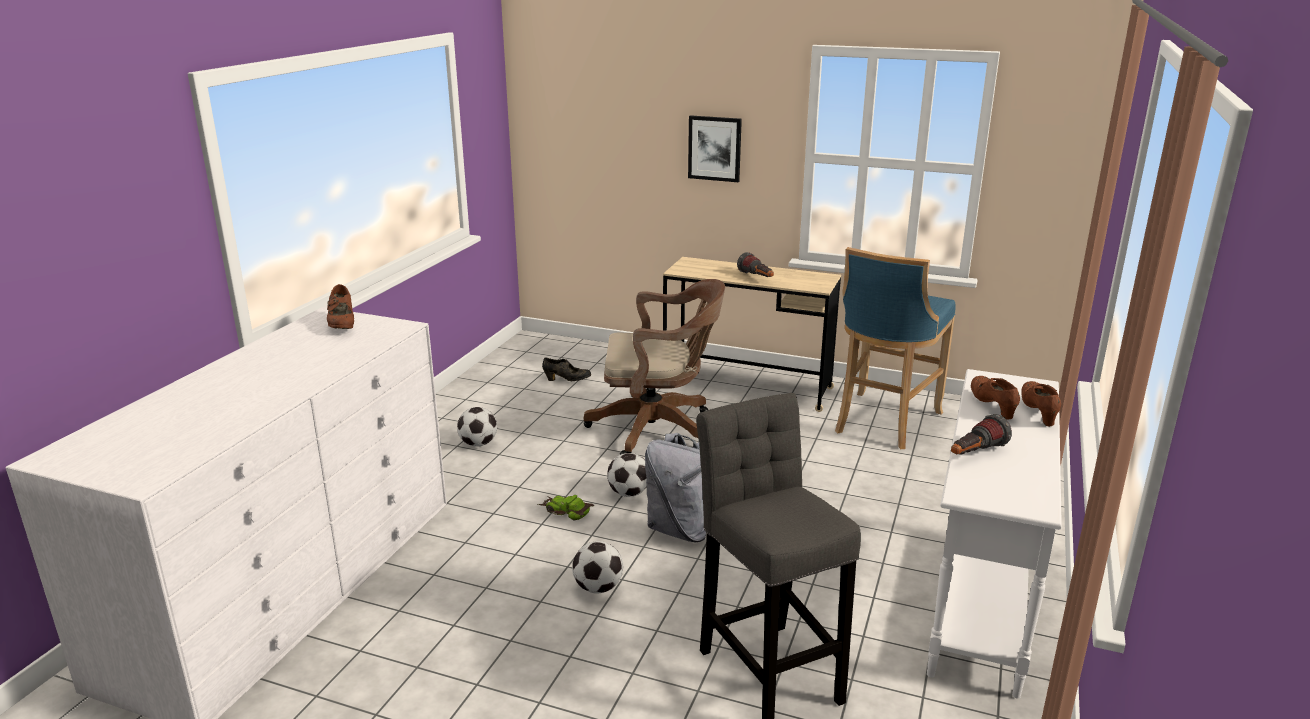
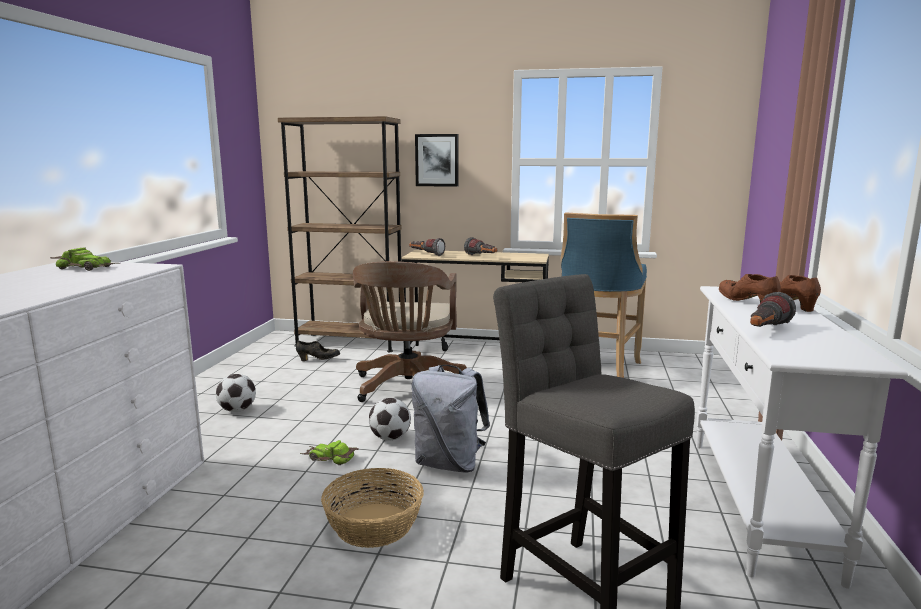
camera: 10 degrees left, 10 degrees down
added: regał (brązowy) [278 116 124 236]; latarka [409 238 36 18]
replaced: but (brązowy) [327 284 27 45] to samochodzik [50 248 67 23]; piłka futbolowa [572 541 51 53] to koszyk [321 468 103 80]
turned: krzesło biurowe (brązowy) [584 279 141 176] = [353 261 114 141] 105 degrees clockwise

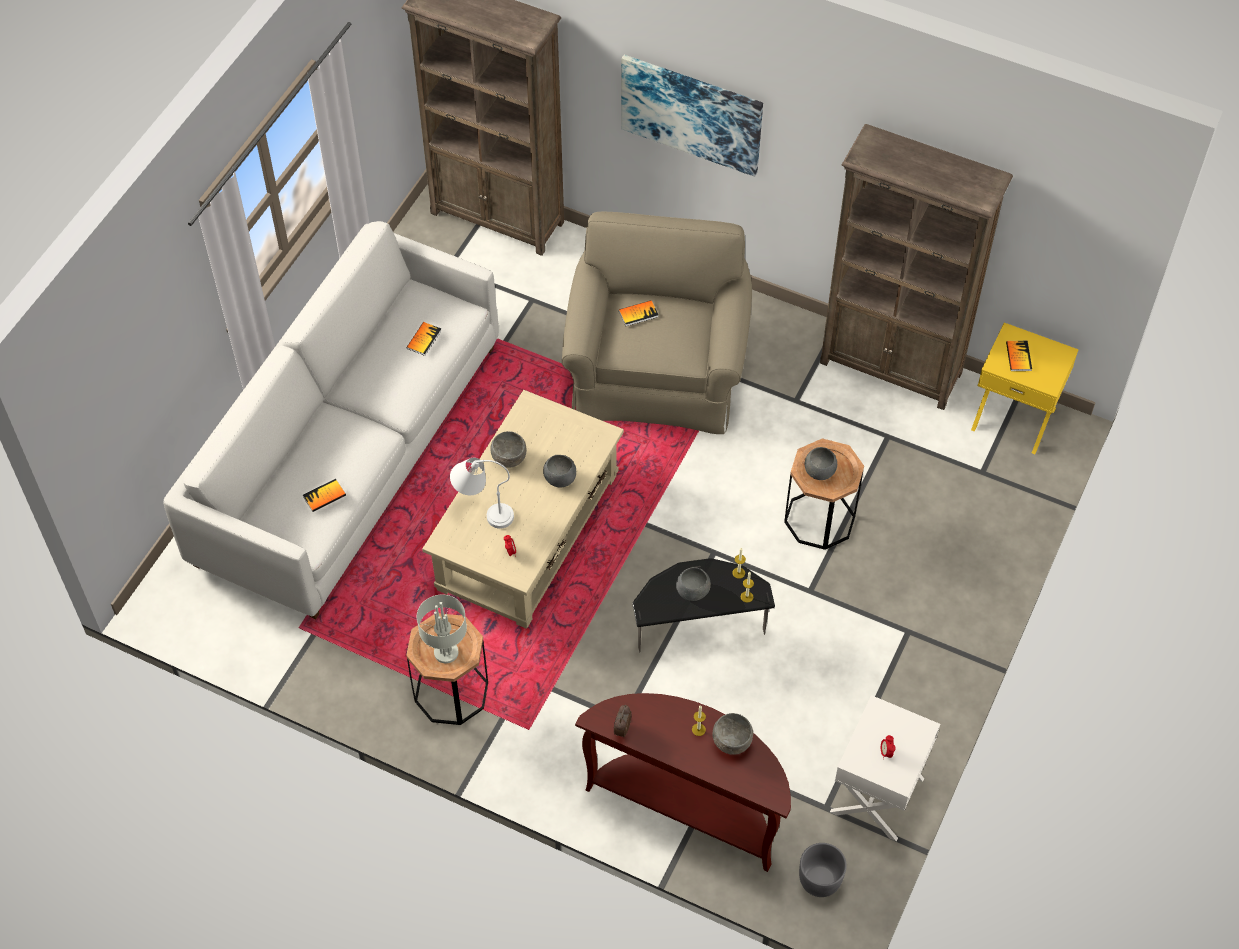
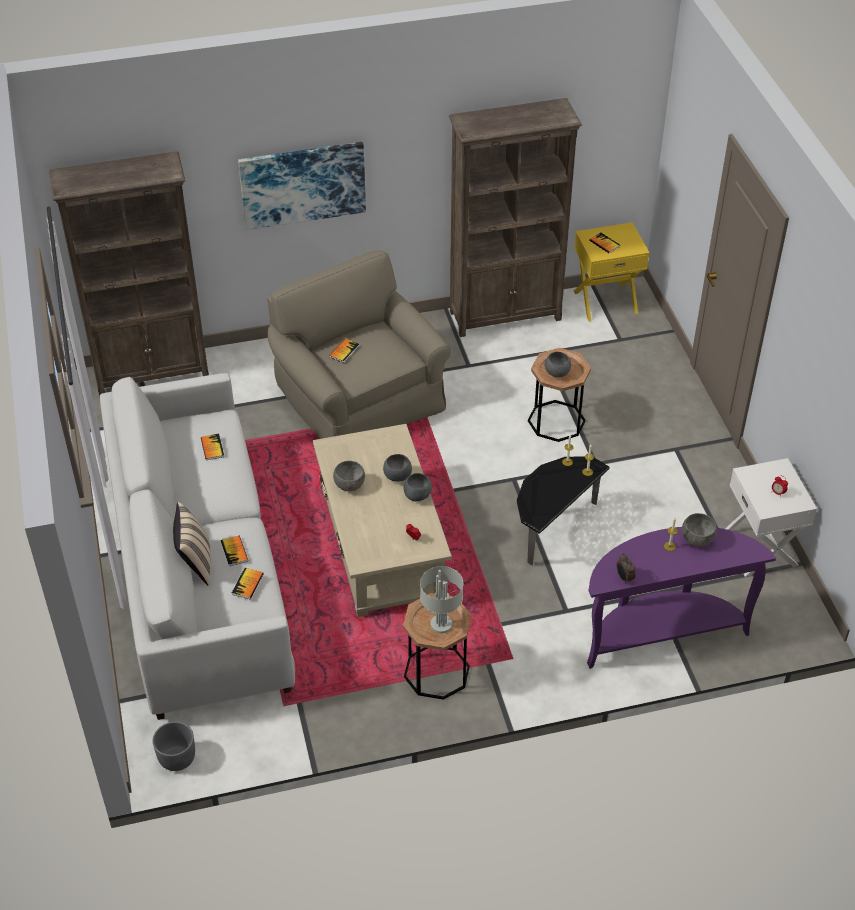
camera: 40 degrees left, 10 degrees down
removed: lampa stołowa (biały) [450 458 64 71]
added: poduszka (beżowy) [173 502 38 84]; książka [221 536 27 30]
moved: miska (szary) [676 567 35 34] to [403 473 29 29]; donica (szary) [799 843 48 54] to [152 721 43 50]
recoloured: stolik konsolowy (brązowy) [575 693 216 179] to stolik konsolowy (fioletowy) [587 527 189 142]

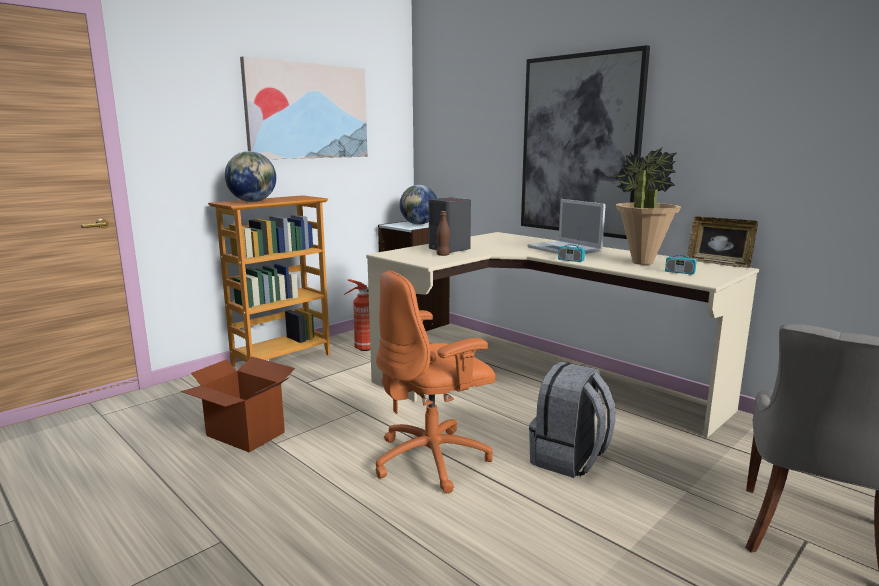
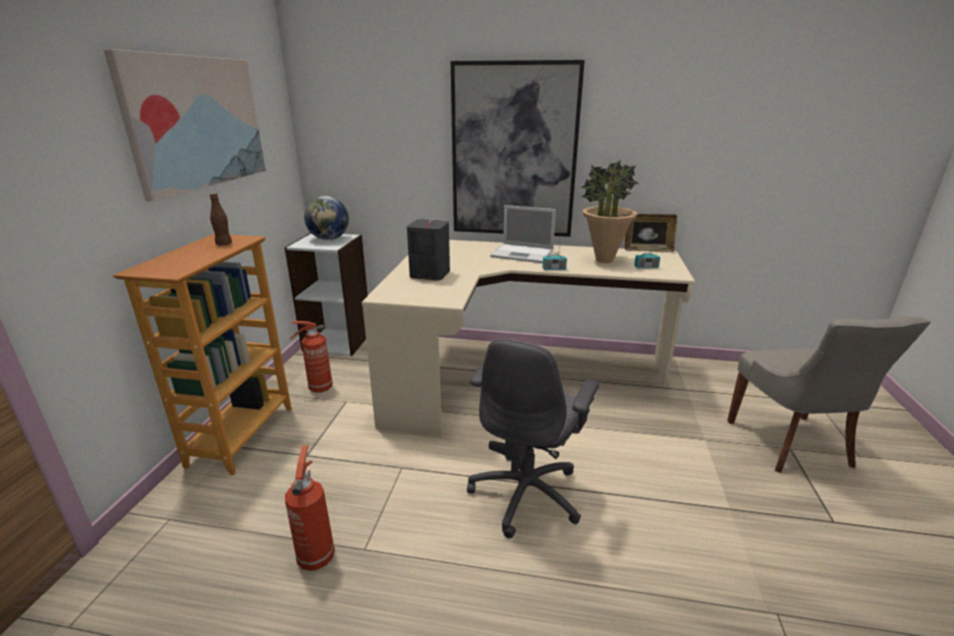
camera: 35 degrees left, 10 degrees up
removed: globus [225 151 51 51]; plecak (szary) [529 362 86 116]
moved: butelka (brązowy) [437 211 13 45] to [210 193 22 52]
replaced: karton [180 357 115 95] to gaśnica [285 445 50 126]
recoloured: krzesło biurowe (pomarańczowy) [376 270 119 224] to krzesło biurowe (szary) [467 339 132 199]

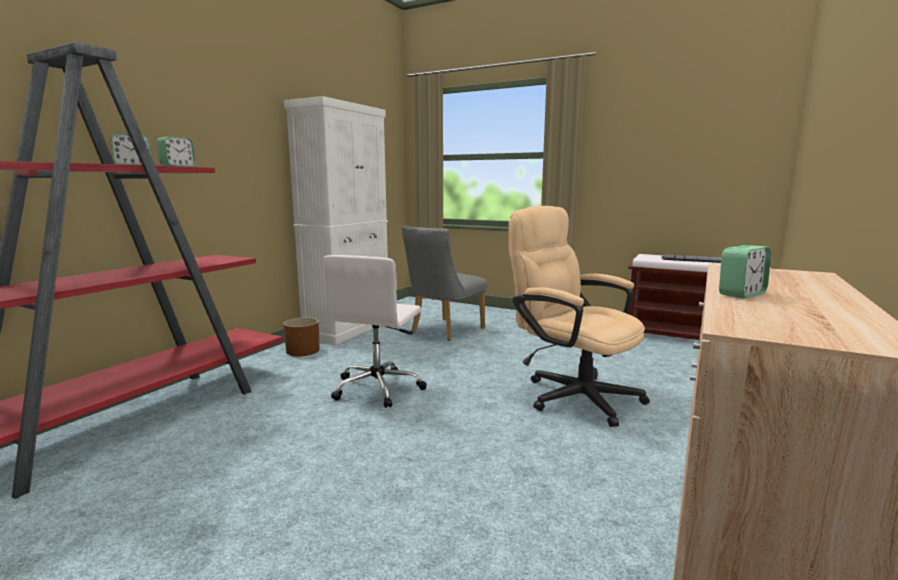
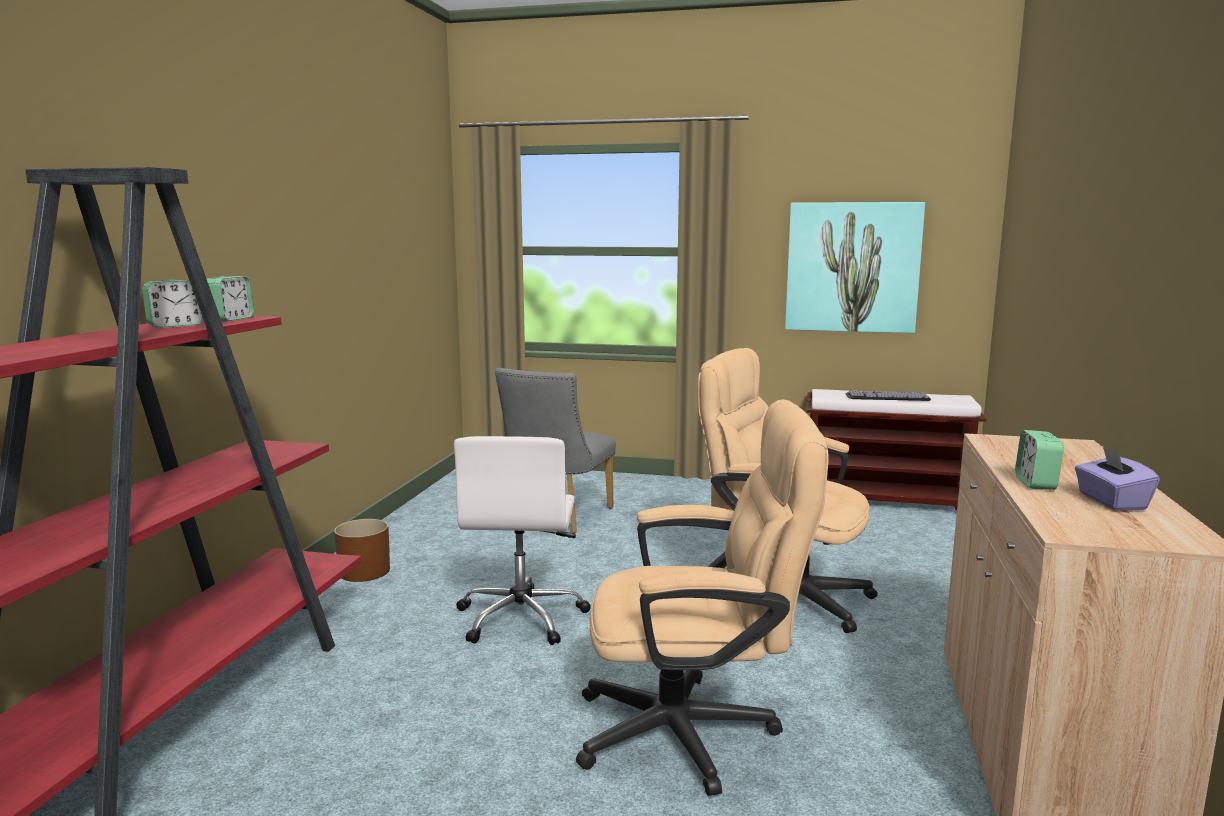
camera: 15 degrees left, 0 degrees up
removed: szafka (biały) [284 96 104 249]
added: obraz [785 202 140 131]; krzesło biurowe (beżowy) [576 399 253 397]; pudełko chusteczek (fioletowy) [1075 446 85 64]
turned: budzik [719 245 52 54] = [1015 430 49 60] 150 degrees clockwise

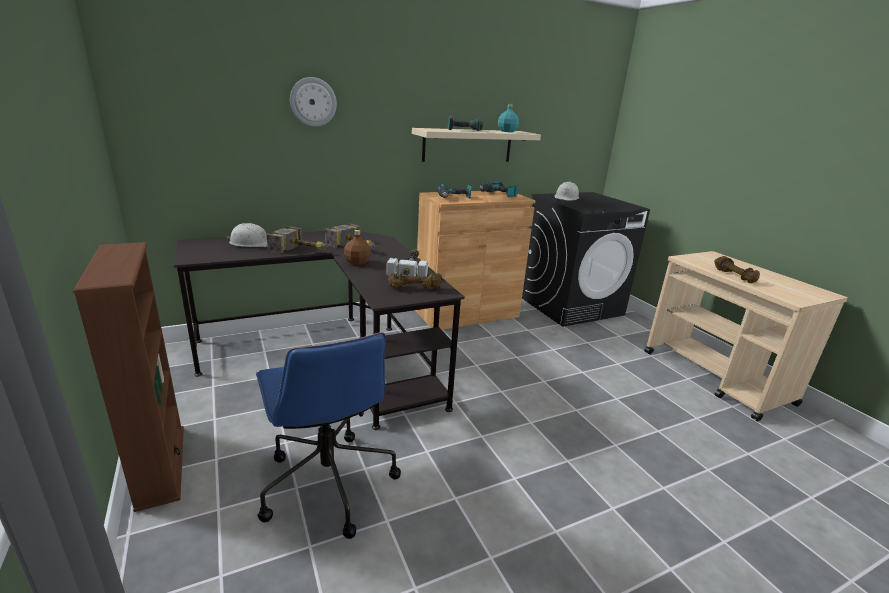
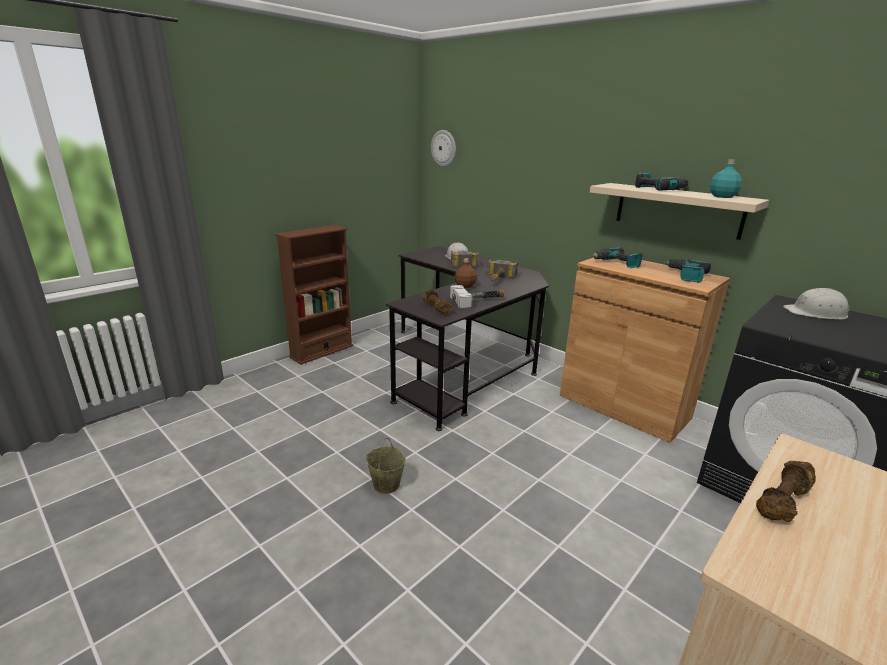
camera: 70 degrees right, 0 degrees up
removed: krzesło biurowe (niebieski) [256 332 145 207]
added: wiadro (beżowy) [366 438 40 56]
moved: zegar ścienny [290 77 47 50] to [431 130 25 37]

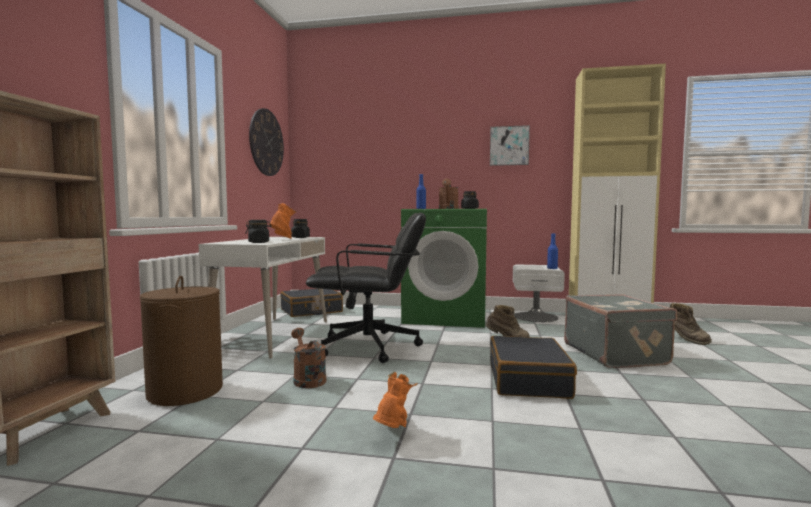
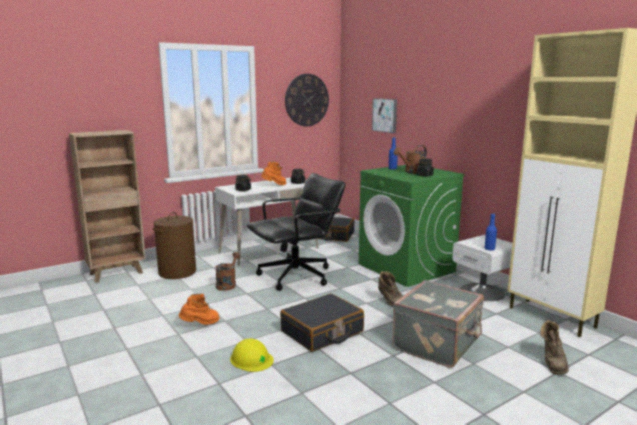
camera: 45 degrees right, 10 degrees up
added: kask (żółty) [230 338 44 34]
moved: obraz [490 125 40 41] to [372 98 25 35]
turned: krzesło biurowe (czarny) [306 213 120 150] = [247 173 99 118] 75 degrees counterclockwise

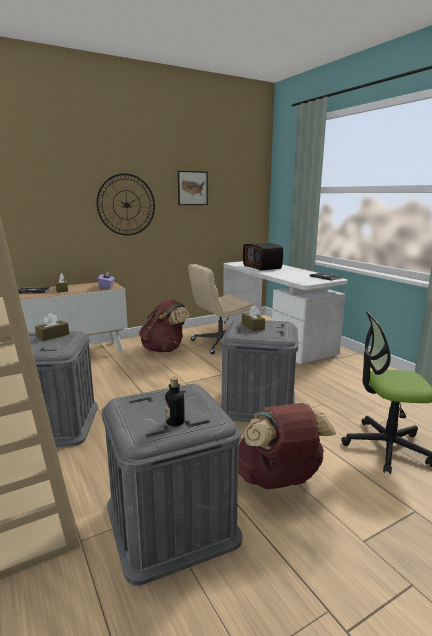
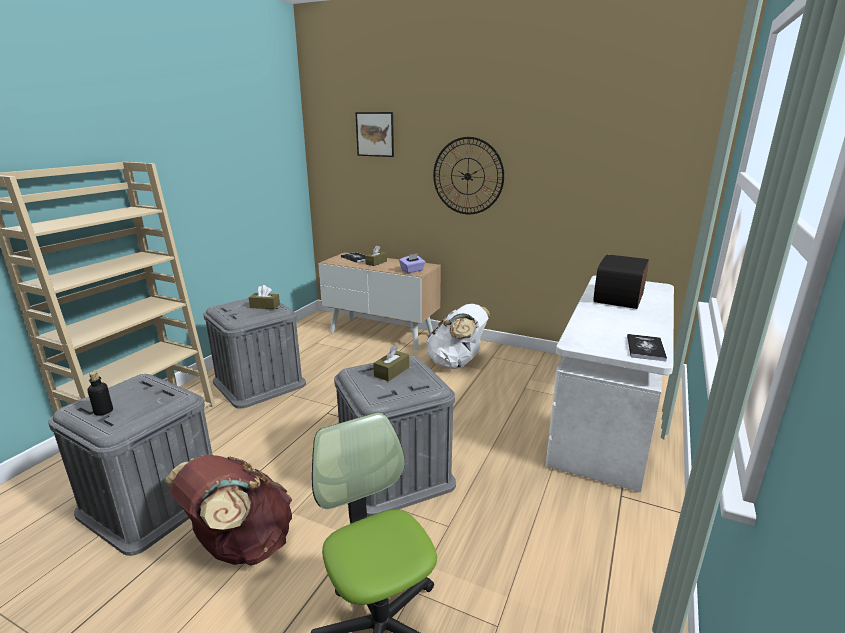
camera: 55 degrees right, 5 degrees up
removed: krzesło biurowe (beżowy) [188 264 65 90]
moved: obraz [178 171 30 34] to [355 112 39 45]
recoloured: plecak (brązowy) [139 299 51 53] to plecak (biały) [426 304 64 65]

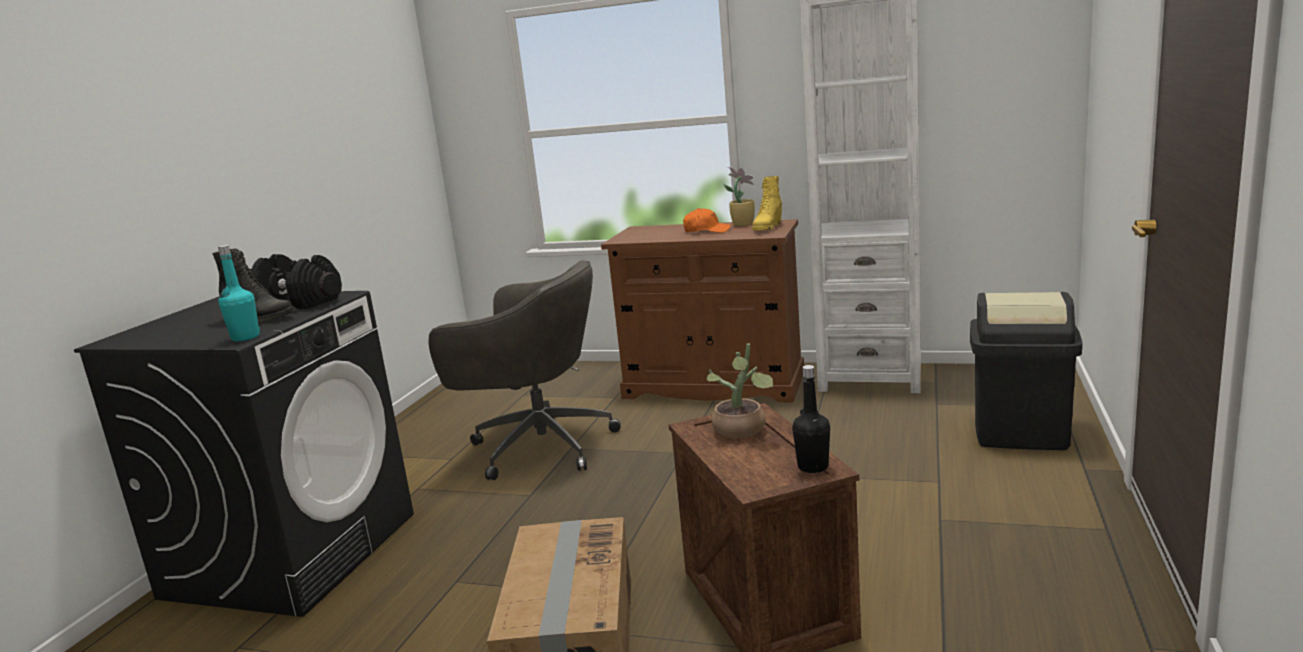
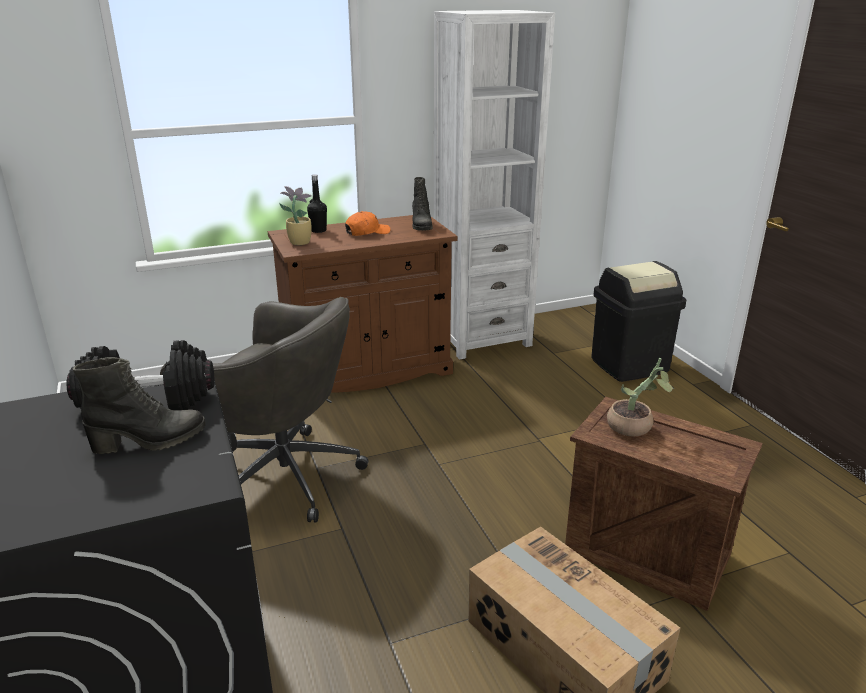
camera: 40 degrees left, 10 degrees up
removed: butelka (turkusowy) [218 245 42 96]
moved: roślina doniczkowa [723 167 32 59] to [279 186 33 59]; butelka (czarny) [792 365 38 108] to [307 174 20 59]
recoloured: but z cholewką (żółty) [752 176 30 55] to but z cholewką (czarny) [412 177 21 54]
turned: krzesło biurowe (szary) [428 261 193 219] = [160 297 208 226] 45 degrees clockwise

